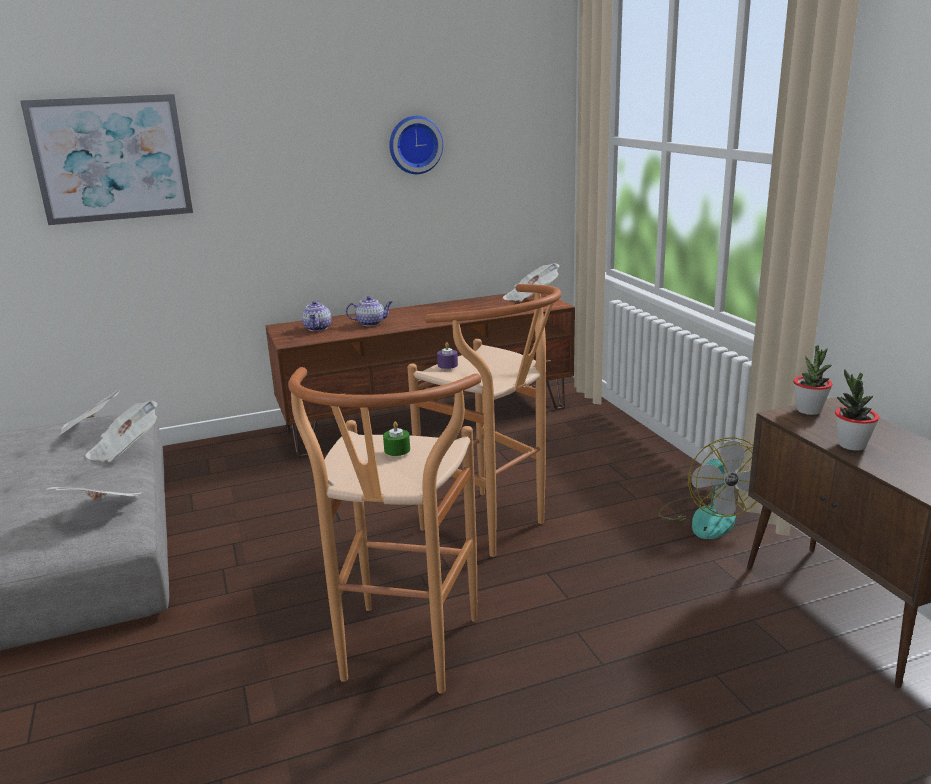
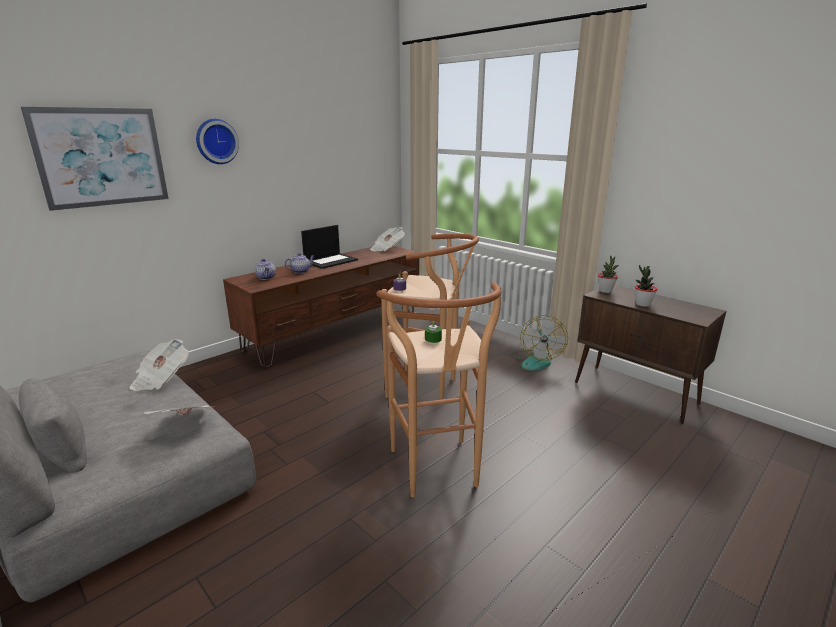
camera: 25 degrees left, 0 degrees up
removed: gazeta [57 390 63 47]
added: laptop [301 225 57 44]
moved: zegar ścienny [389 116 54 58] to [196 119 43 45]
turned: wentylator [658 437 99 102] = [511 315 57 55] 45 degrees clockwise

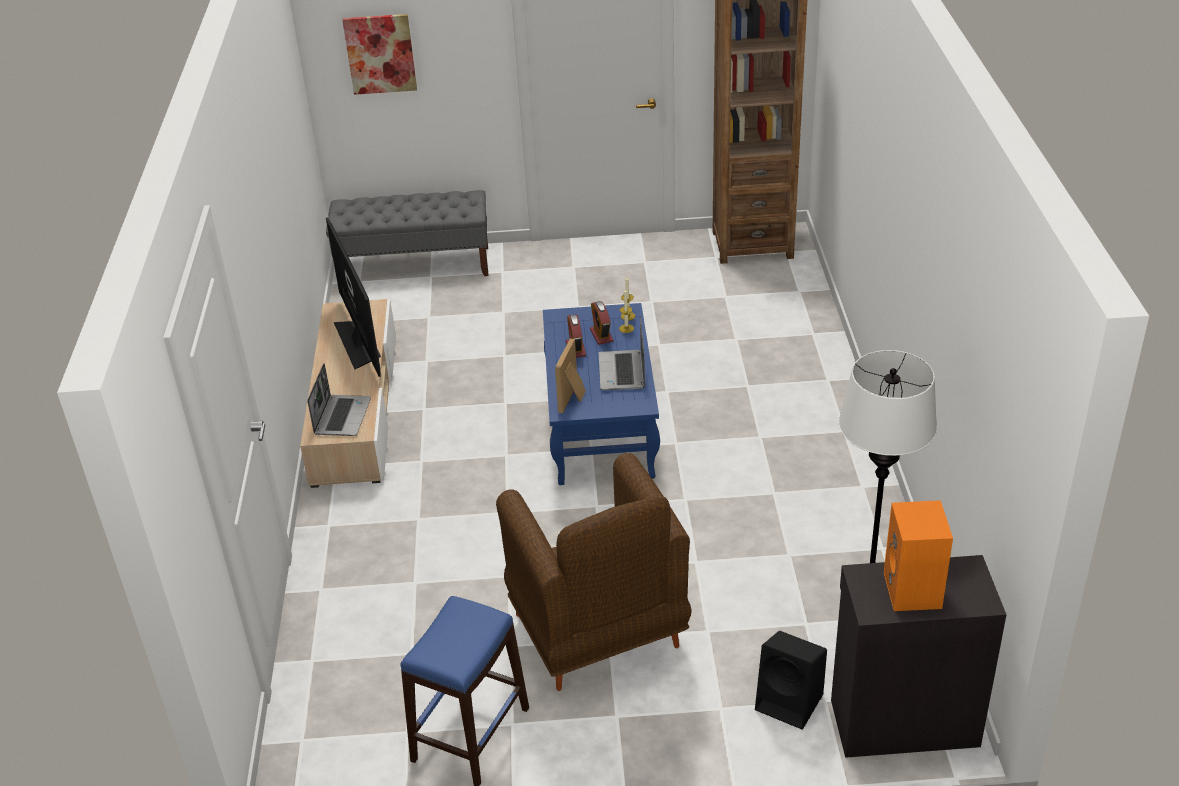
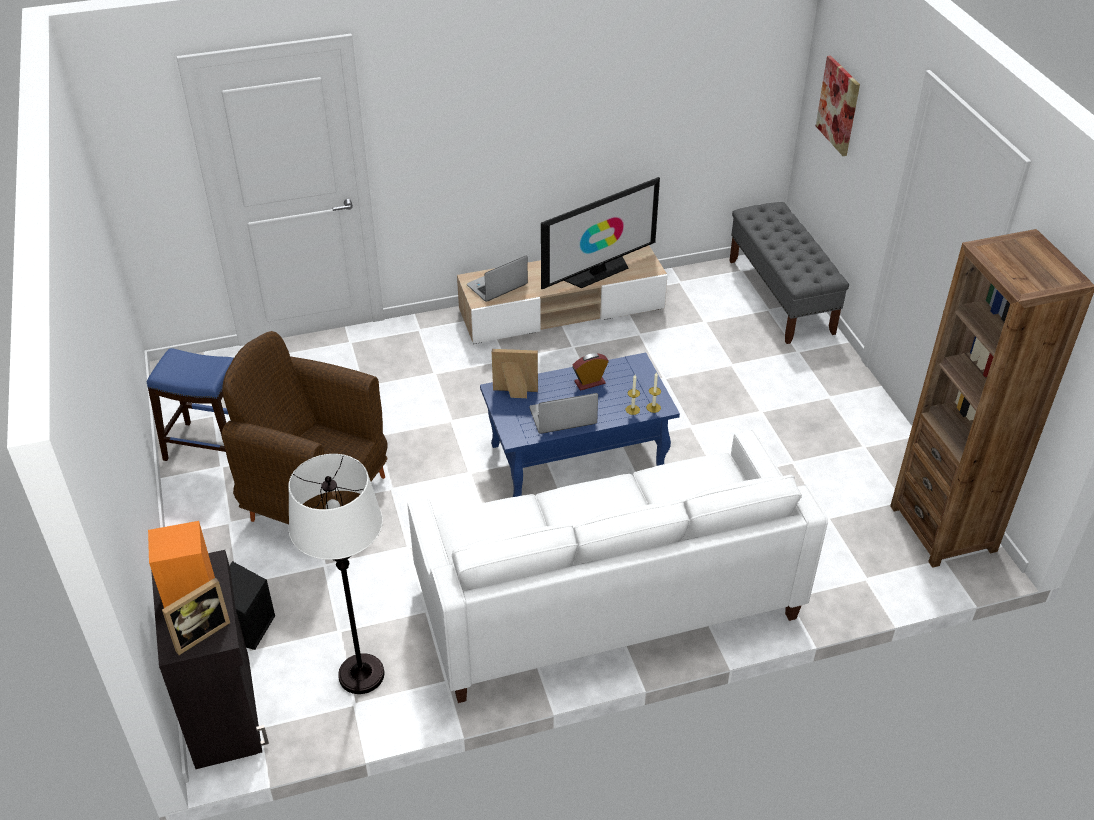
camera: 75 degrees right, 5 degrees up
removed: budzik [590 301 23 44]
added: kanapa (biały) [407 430 421 273]; ramka na zdjęcie [162 578 68 77]
turned: laptop [307 363 64 73] = [467 255 61 47] 150 degrees clockwise; fotel (brązowy) [496 453 196 238] = [222 331 166 194] 60 degrees clockwise

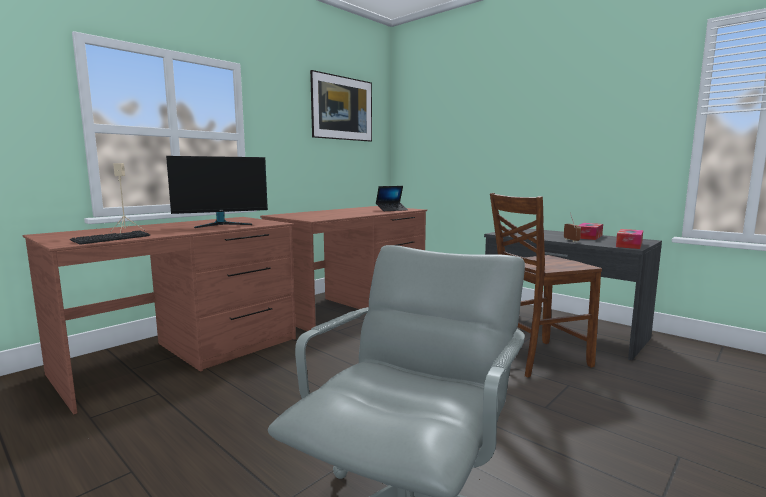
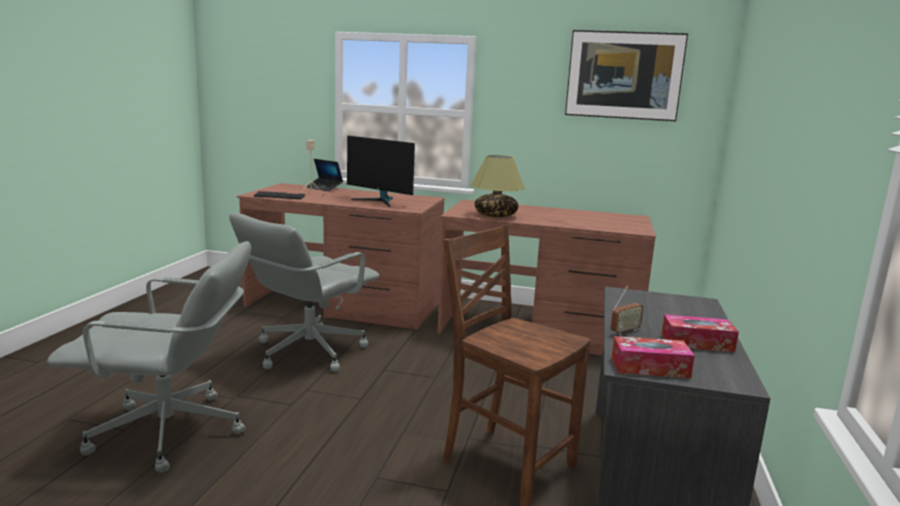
camera: 60 degrees right, 5 degrees up
added: lampa stołowa [471 155 54 62]; krzesło biurowe (szary) [229 213 150 159]
moved: laptop [376 186 32 25] to [306 159 37 32]

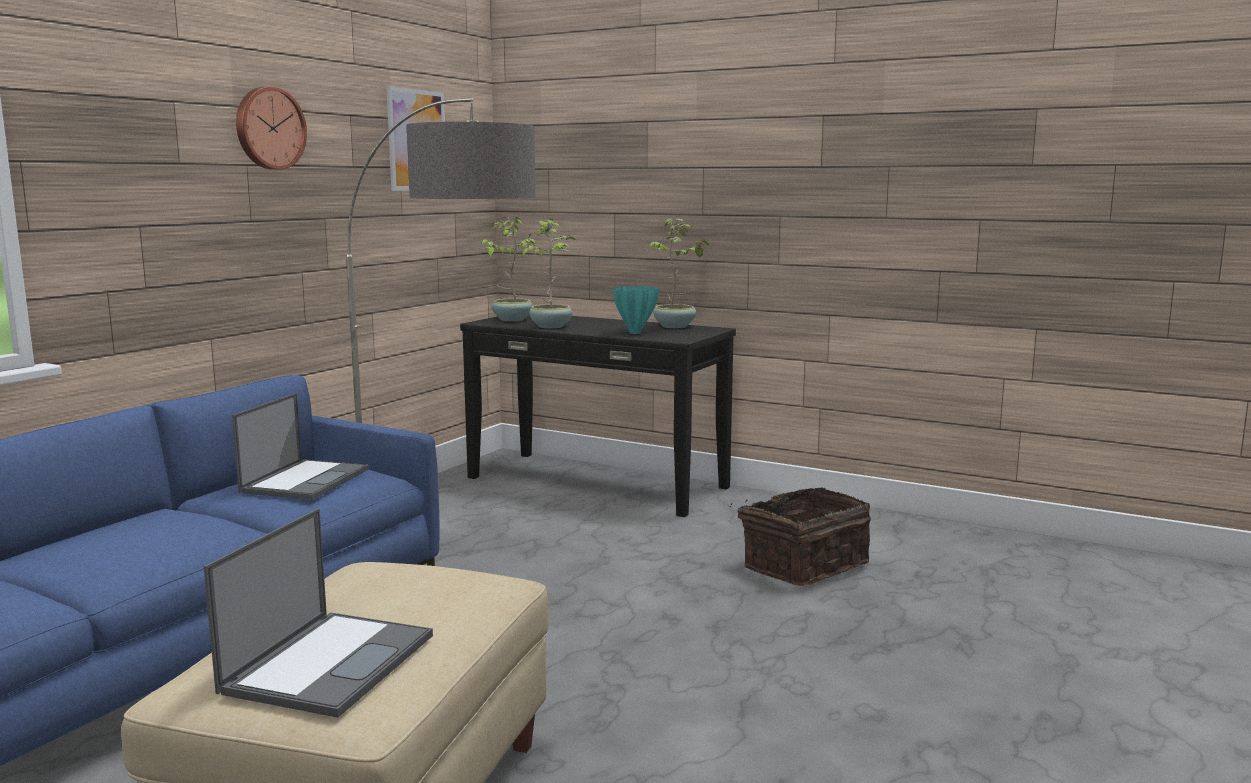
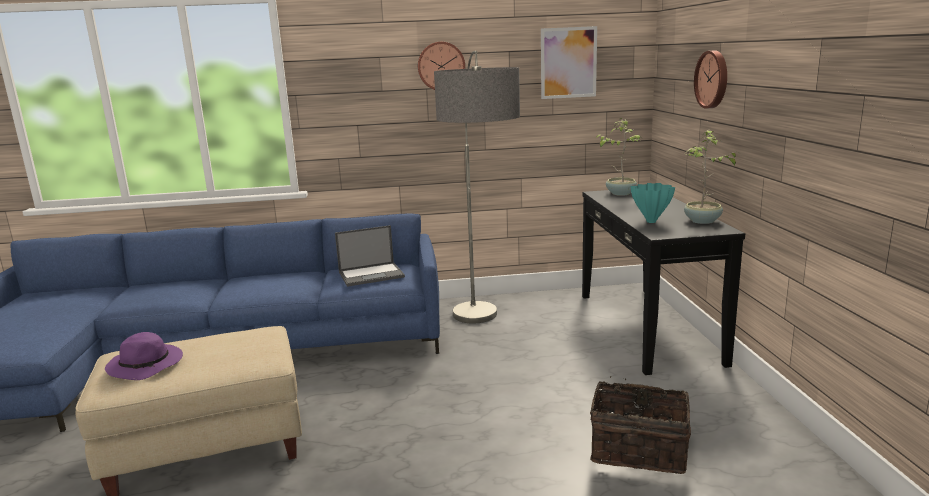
camera: 55 degrees right, 5 degrees up
removed: roślina doniczkowa [518 219 57 109]
added: zegar ścienny [694 50 33 59]
replaced: laptop [204 508 229 210] to kapelusz (fioletowy) [105 332 78 48]

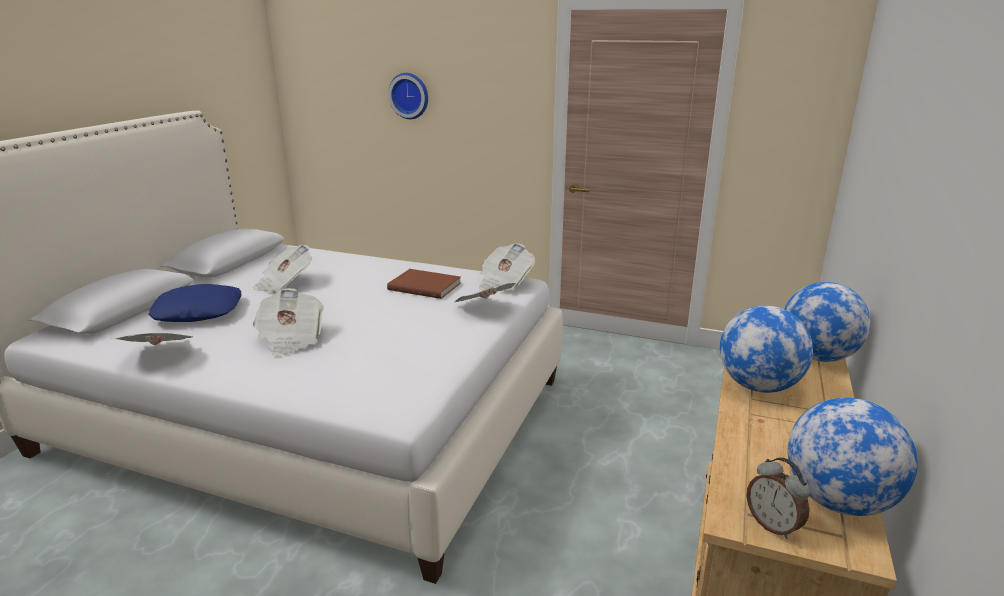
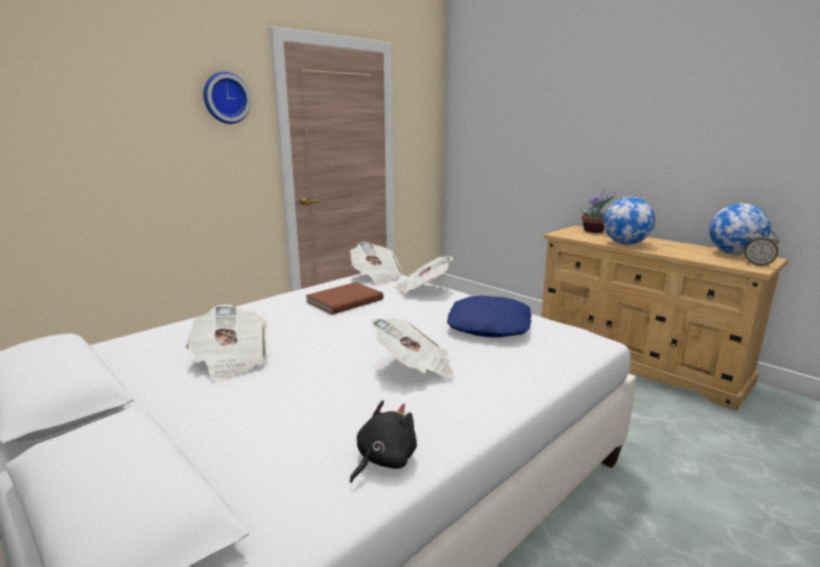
camera: 65 degrees left, 5 degrees down
moved: zegar ścienny [388 73 40 46] to [203 72 48 52]; poduszka (niebieski) [149 284 92 38] to [447 296 85 41]
replaced: globus [784 282 87 80] to roślina doniczkowa [579 189 36 44]; gazeta [111 333 81 12] to pluszak (czarny) [350 400 67 83]
turned: budzik [746 457 65 82] = [745 229 35 38] 45 degrees clockwise

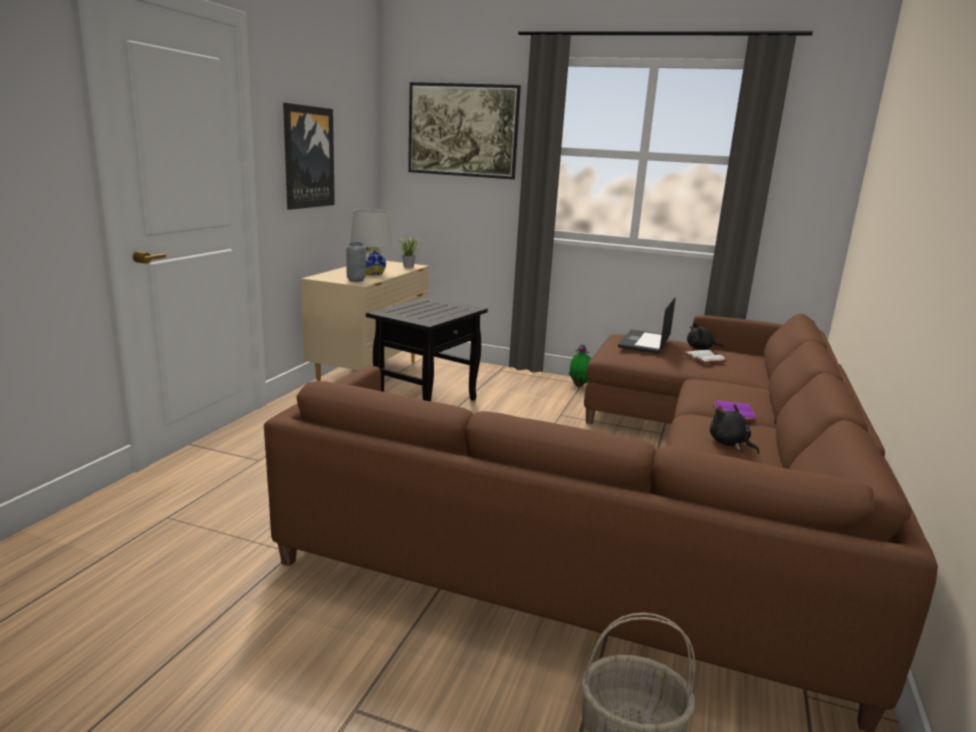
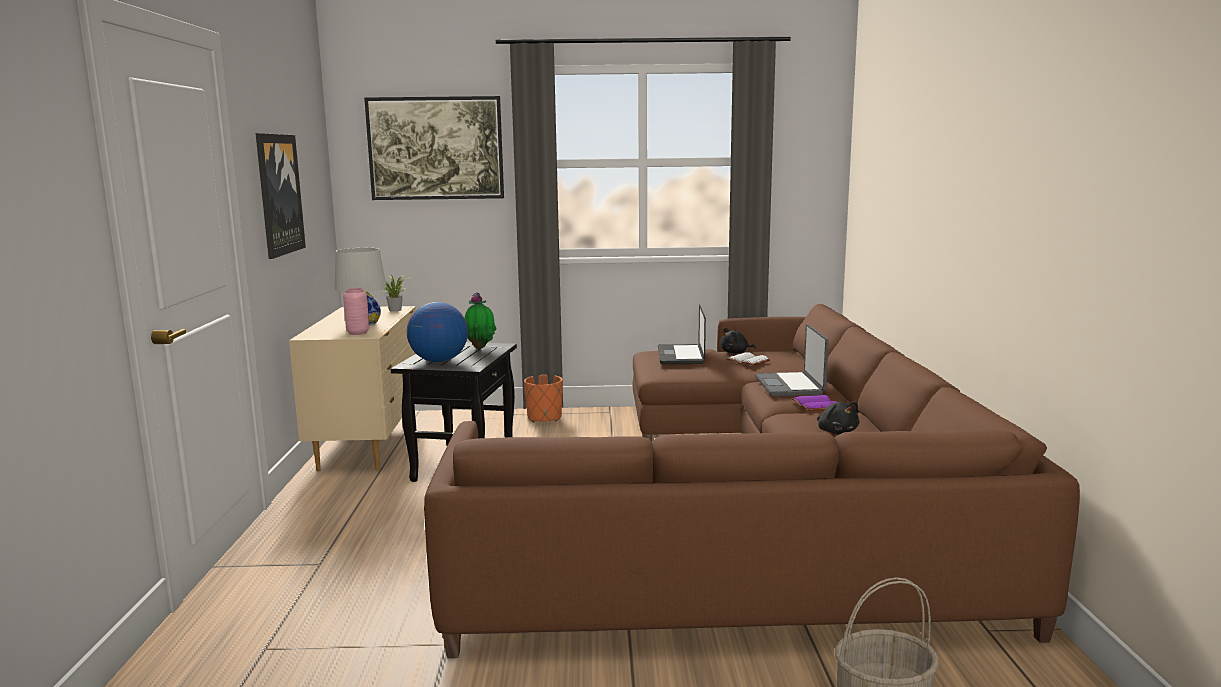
camera: 20 degrees left, 5 degrees down
added: globus [407 302 61 60]; laptop [755 324 74 72]; donica (pomarańczowy) [524 375 39 47]
moved: roślina doniczkowa [569 345 22 42] to [465 293 32 56]
recoloured: wazon (szary) [346 242 20 40] to wazon (różowy) [343 288 26 47]
turned: pluszak (czarny) [710 404 50 50] = [817 402 42 32] 150 degrees counterclockwise

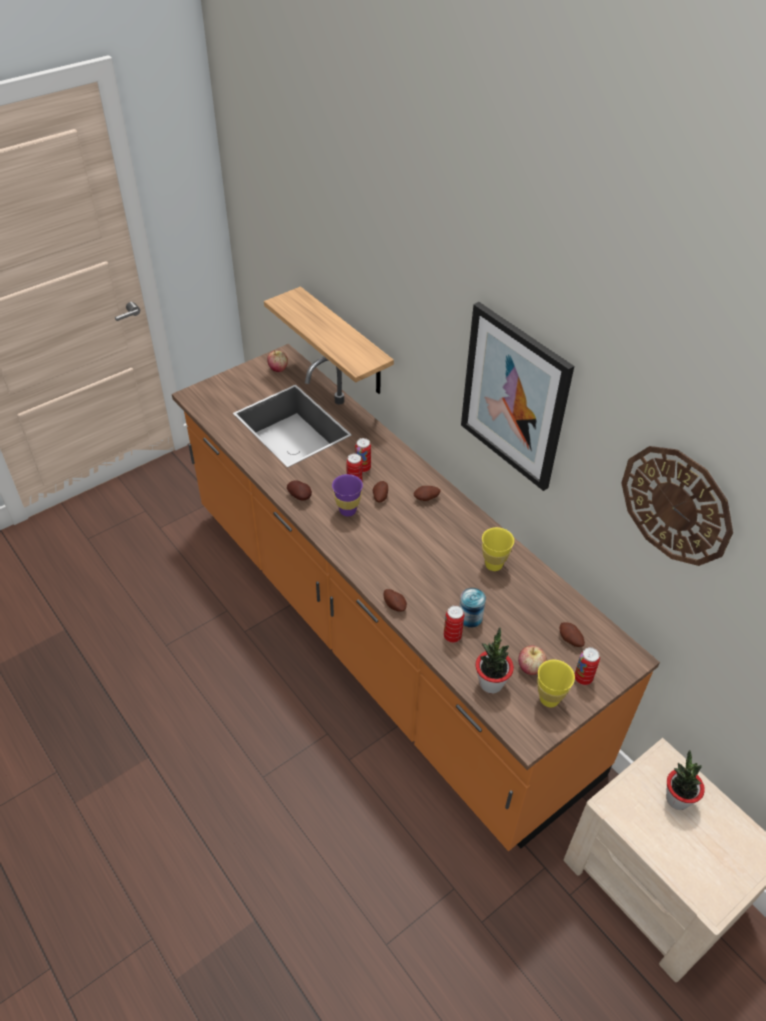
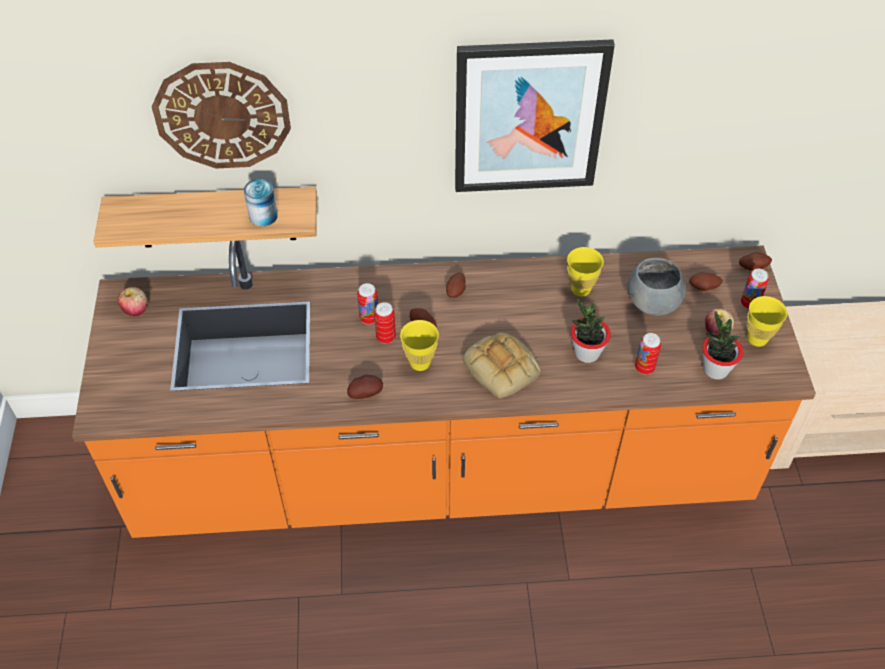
camera: 55 degrees left, 5 degrees up
added: miska (szary) [628 258 58 58]; chleb [462 333 79 65]
moved: zegar ścienny [621 446 112 120] to [152 62 139 106]; puszka [460 588 26 40] to [244 179 34 48]; ziemniak [384 589 23 23] to [739 252 33 19]; roślina doniczkowa [666 750 39 60] to [571 299 40 64]
recoloured: filiżanka (fioletowy) [332 474 31 43] to filiżanka (żółty) [400 320 39 51]

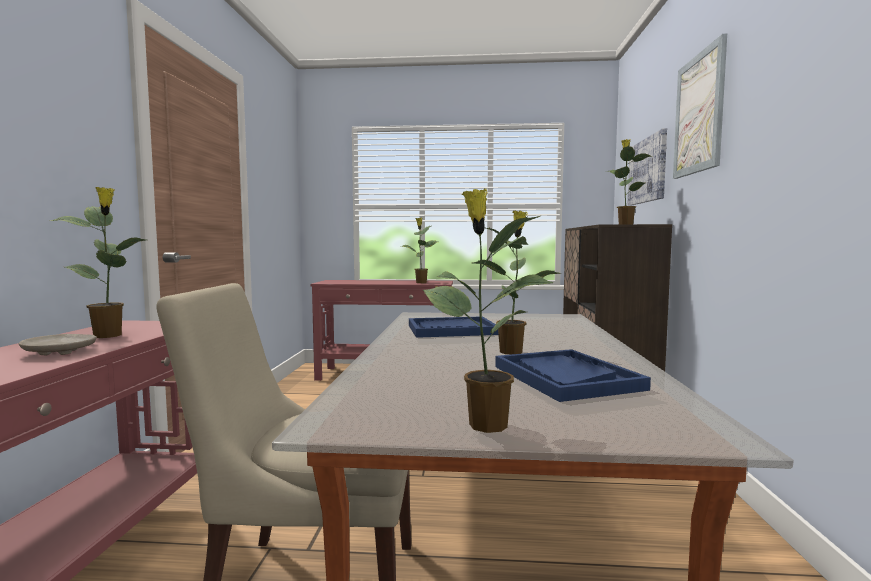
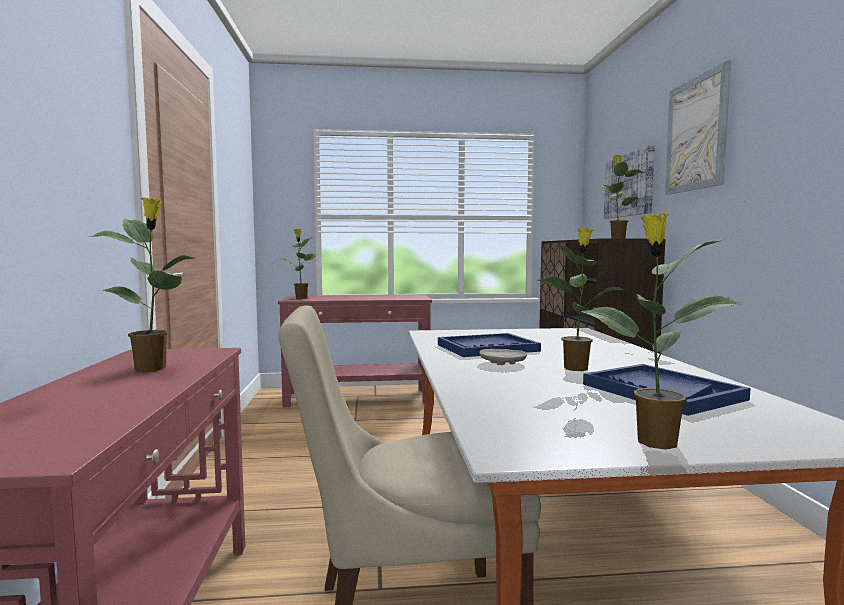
camera: 10 degrees left, 0 degrees up
moved: roślina doniczkowa [401 218 37 65] to [278 229 42 70]; talerz (beżowy) [19 334 78 21] to [479 349 48 16]

